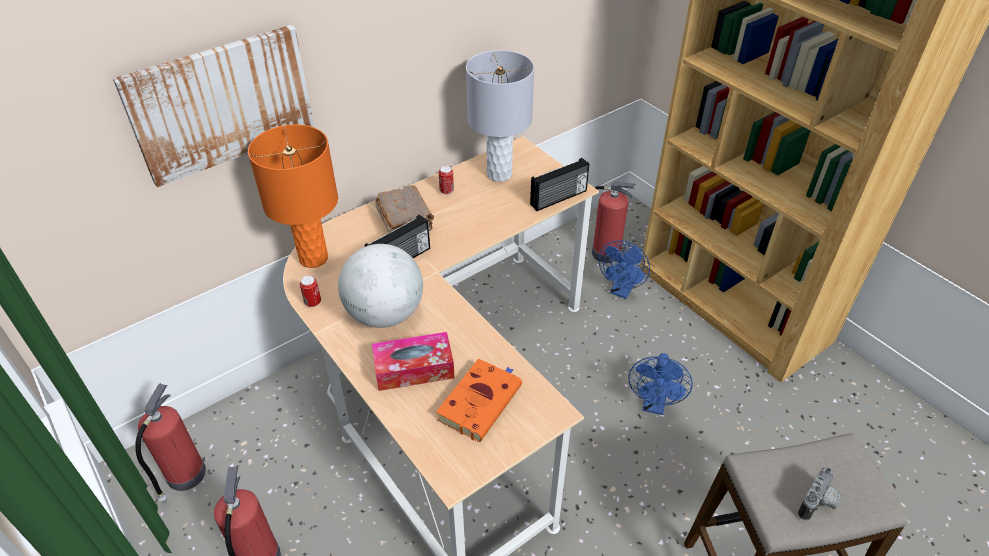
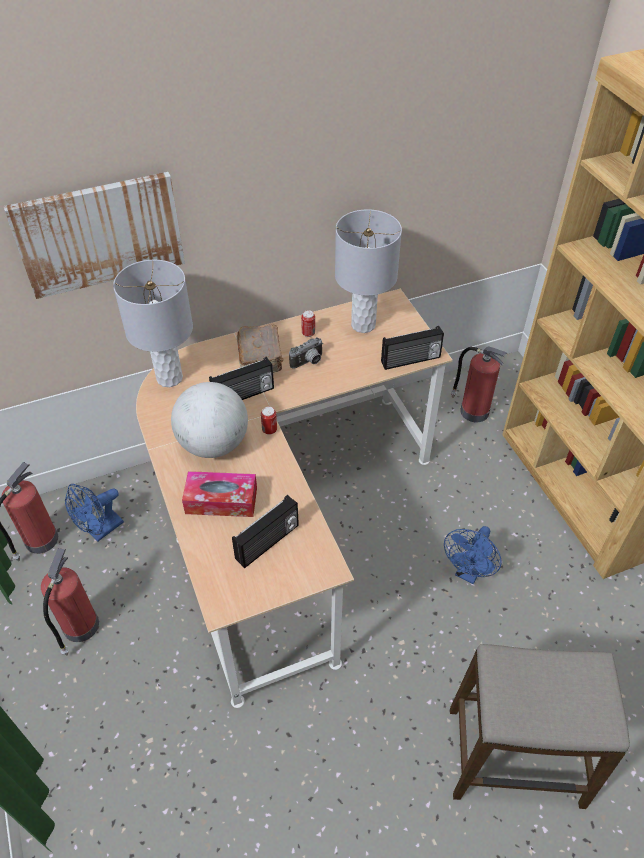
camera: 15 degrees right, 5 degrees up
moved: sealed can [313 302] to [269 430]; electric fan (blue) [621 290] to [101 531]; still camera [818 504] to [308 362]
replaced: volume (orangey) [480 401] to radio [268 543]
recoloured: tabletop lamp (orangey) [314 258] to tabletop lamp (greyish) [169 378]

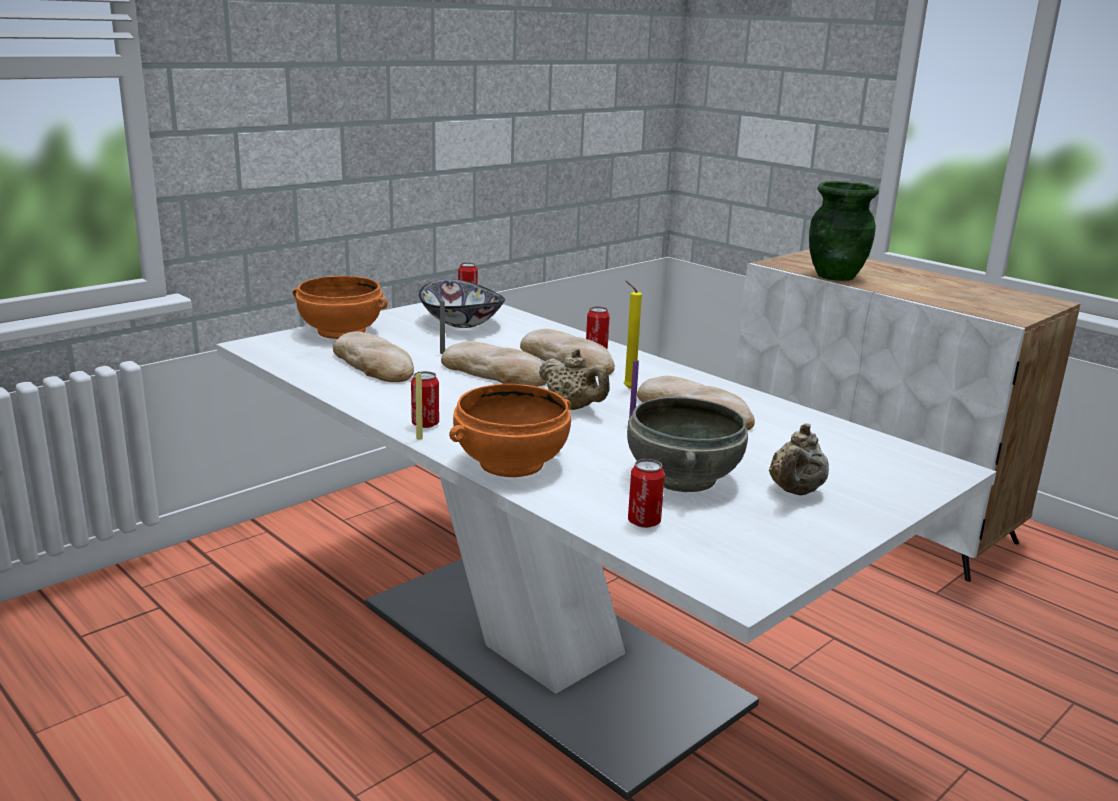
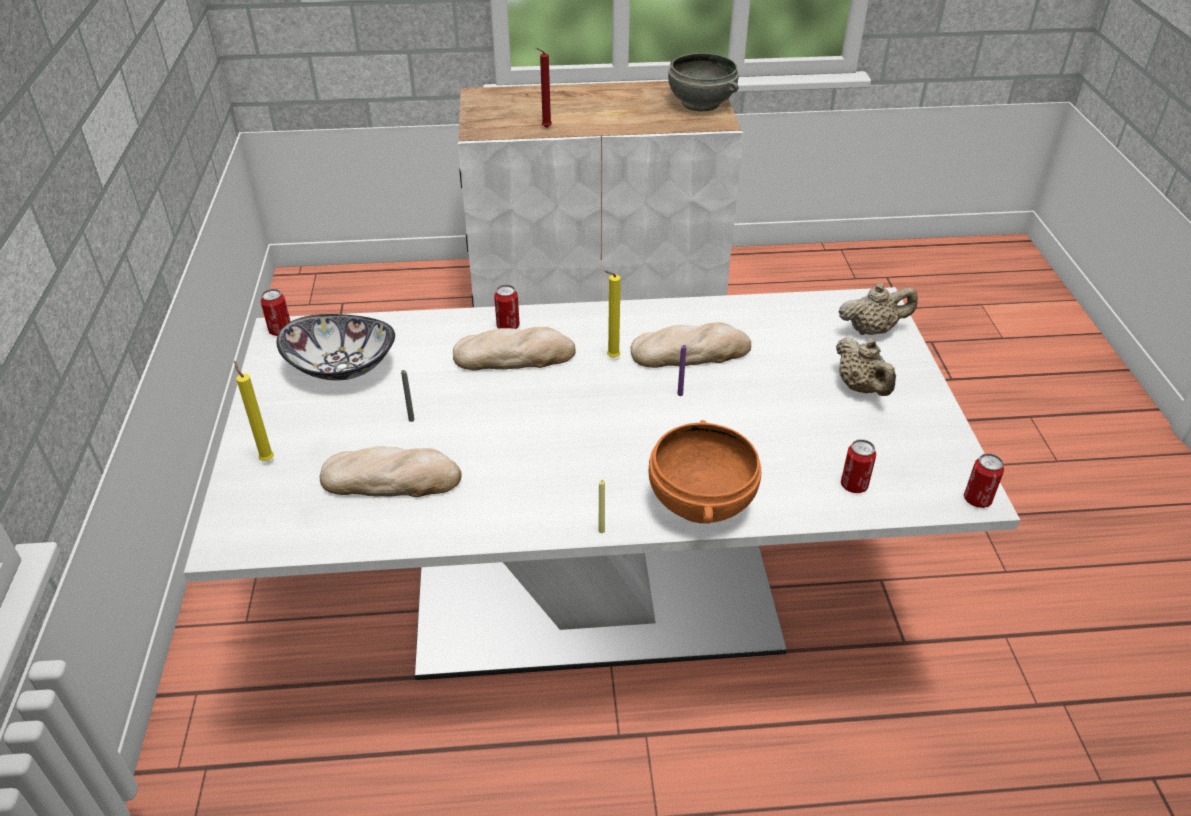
camera: 50 degrees left, 20 degrees up
removed: bread [495 372]
moved: sealed can [425 424] to [977 499]; tea pot (beige) [573 407] to [872 330]; bowl (greyish) [681 478] to [700 103]
replaced: bowl (orangey) [342 331] to candle (yellowish) [266 459]; flower vase (green) [835 276] to candle (red) [545 128]

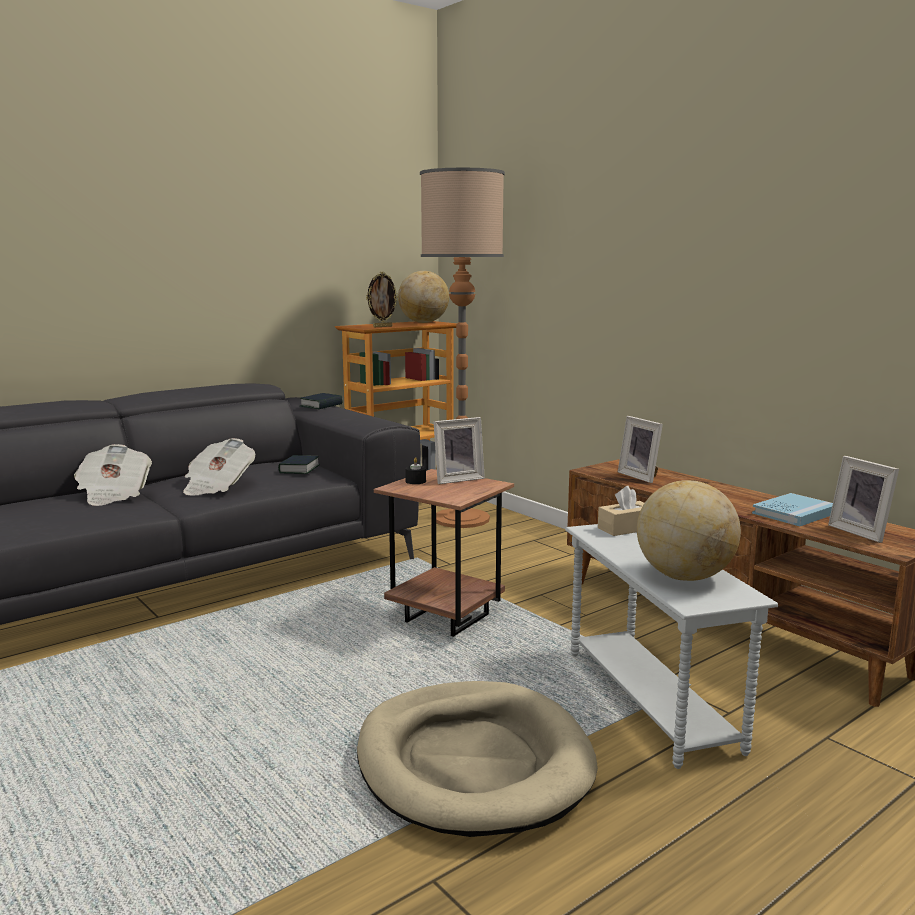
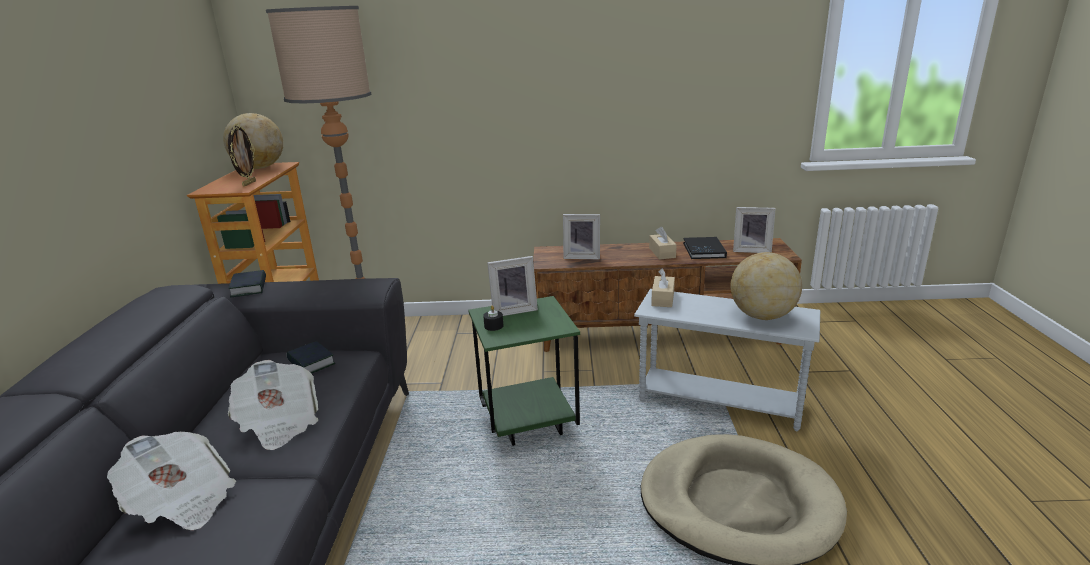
camera: 50 degrees left, 10 degrees up
added: tissue holder (beige) [662 253]
recoloured: end table (brownish) [447 618] to end table (green) [529 424]; volume (blue) [794 513] to volume (blackish) [704 250]
turned: standing frame [457 479] = [513 310] 60 degrees clockwise

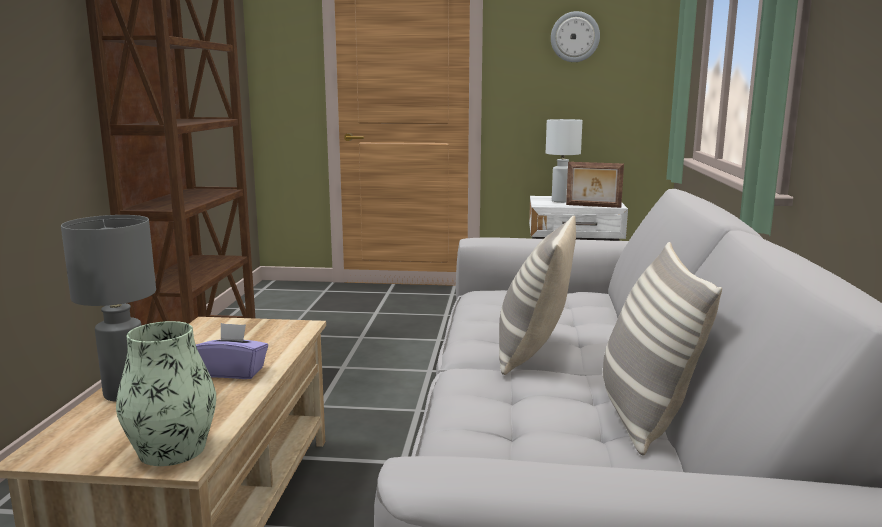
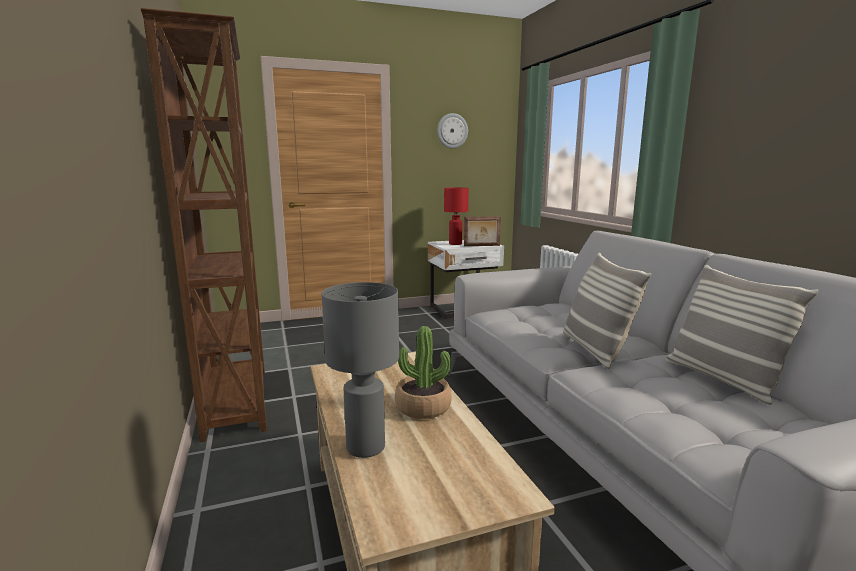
camera: 25 degrees left, 0 degrees up
removed: flower vase [172 449]
replaced: tissue holder (purple) [233 372] to houseplant [423 407]
recoloured: tabletop lamp (whitish) [560 201] to tabletop lamp (red) [455 244]

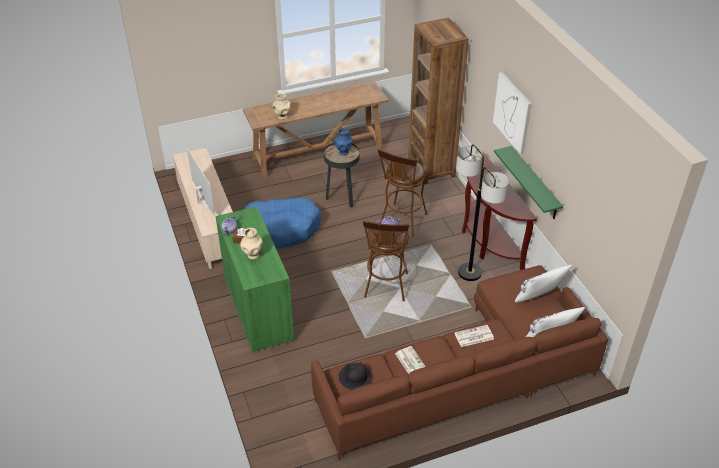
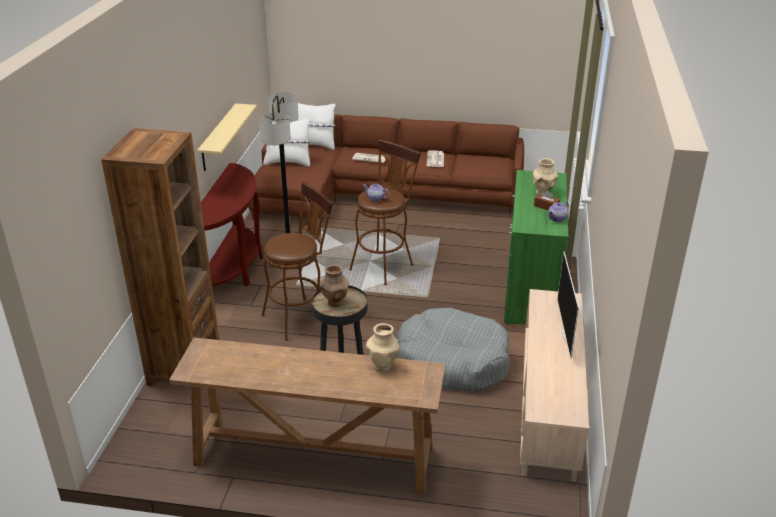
camera: 150 degrees left, 10 degrees down
removed: wearable hat (blackish) [355 377]; wall art [512 112]
recoloured: pet bed (blue) [281 229] to pet bed (greyish) [452 361]; flower vase (blue) [343 152] to flower vase (brownish) [335 302]; shelf (green) [534 183] to shelf (beige) [218 137]

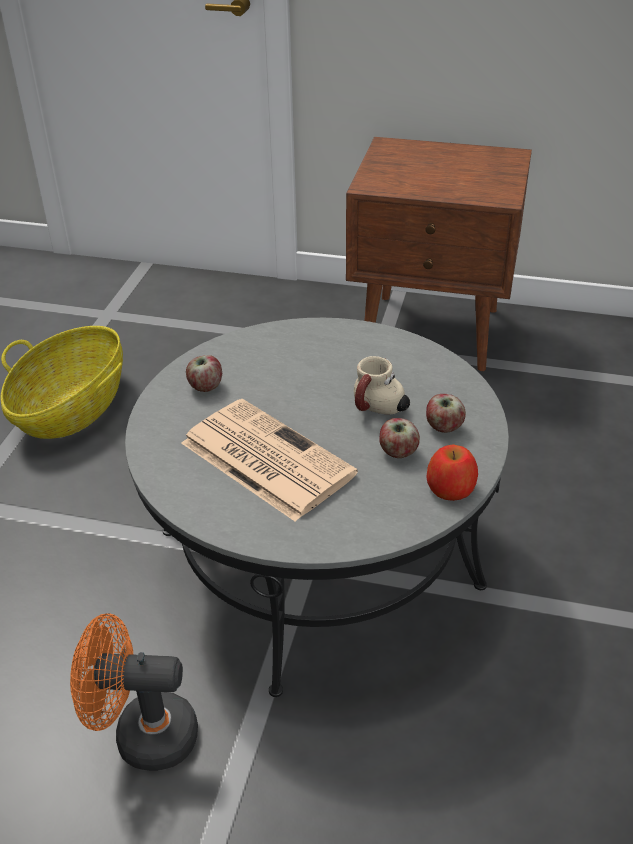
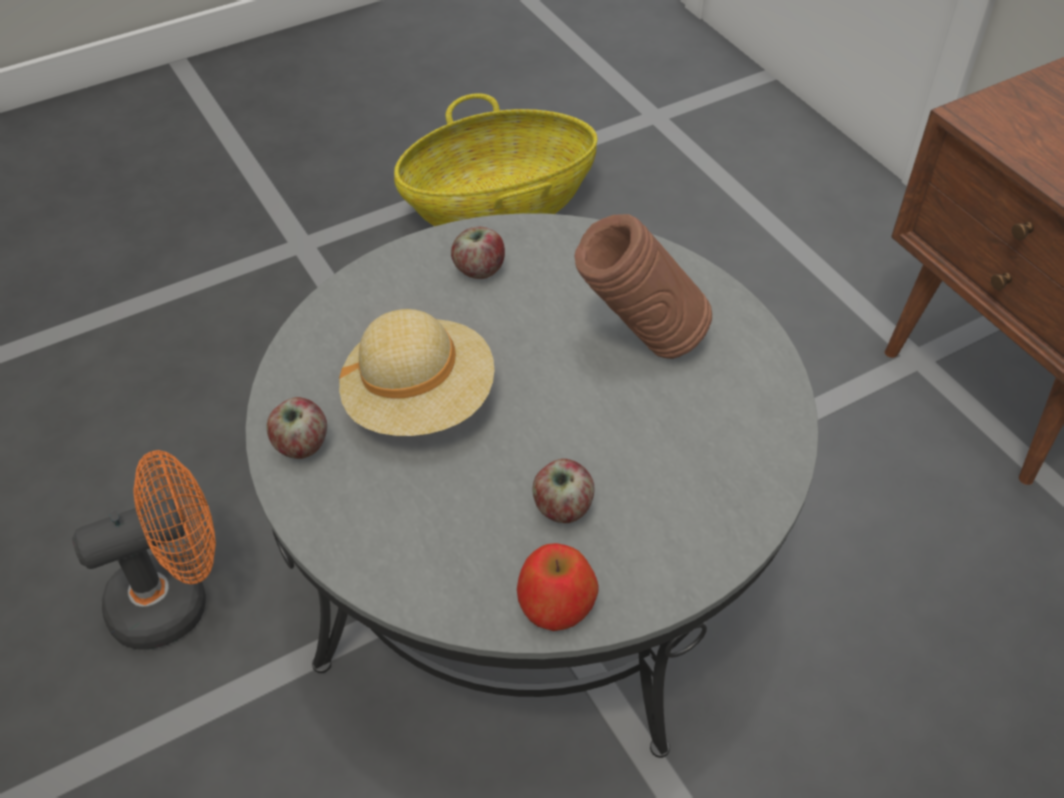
camera: 45 degrees right, 10 degrees up
removed: mug [378 409]
added: flower vase (brownish) [639 342]
moved: whole apple [443 427] to [301 446]
replaced: printed paper [264 458] to wearable hat (beige) [419 401]
turned: electric fan (orangey) [143 735] = [175 599] 105 degrees clockwise

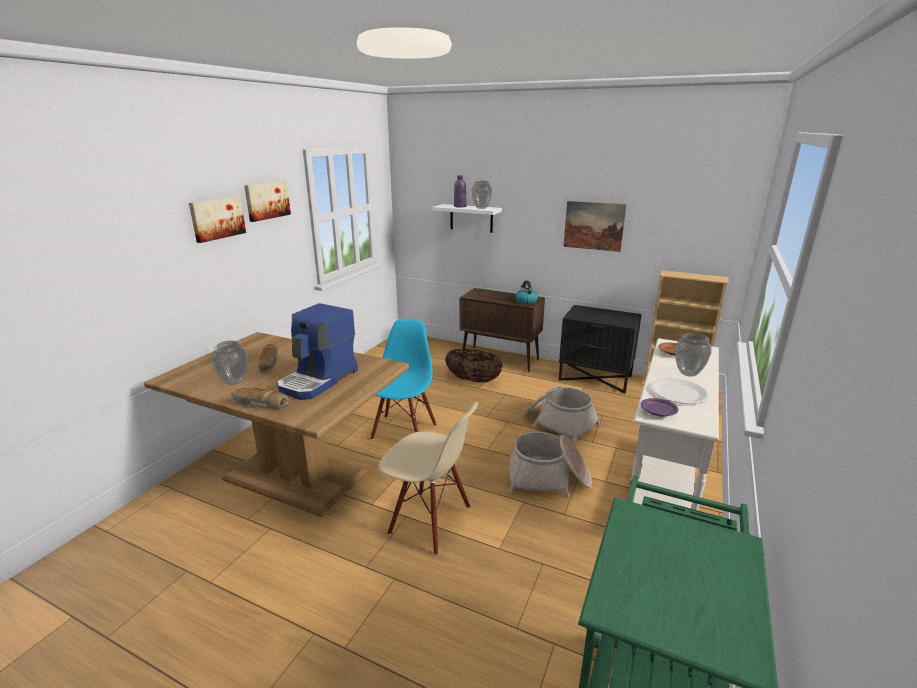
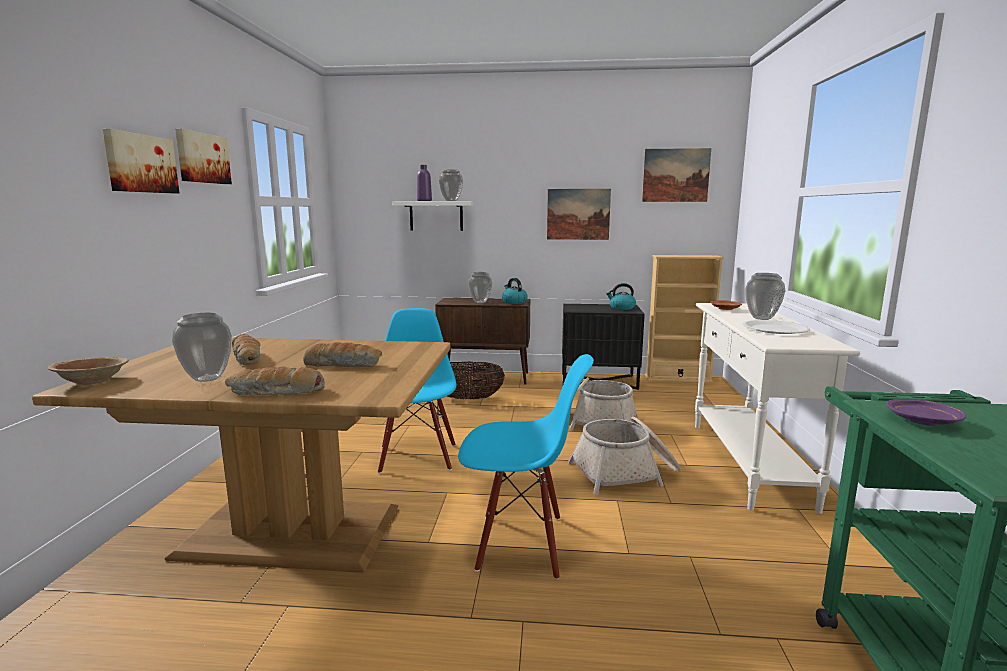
camera: 20 degrees left, 10 degrees down
added: bowl (brownish) [92 381]; flower vase [480 302]; tea kettle [621 308]; wall art [675 175]
moved: flat dish (purple) [658 412] to [923 421]
replaced: coffee machine [319 380] to bread [343 364]
recoloured: plain chair (beige) [430 521] to plain chair (blue) [521 543]

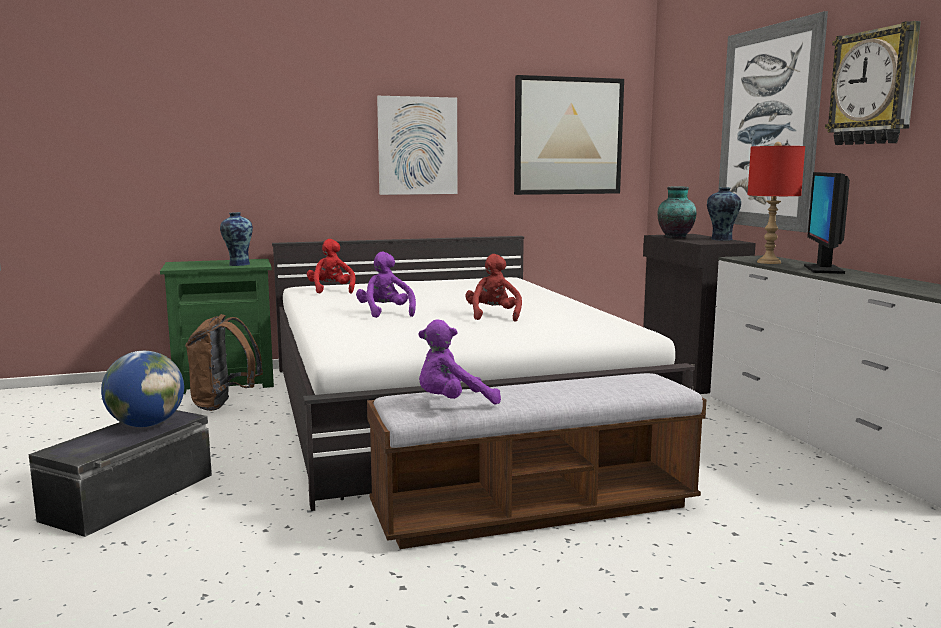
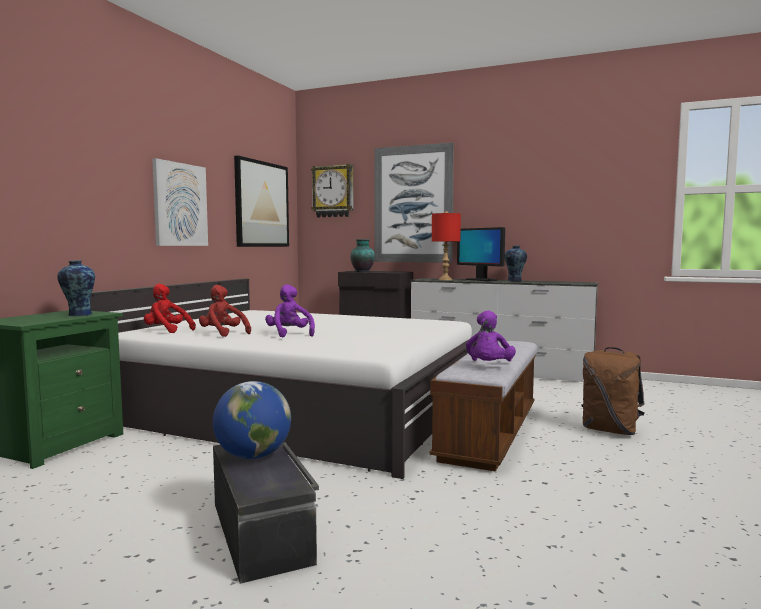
camera: 50 degrees left, 5 degrees down
moved: backpack (brownish) [224 405] to [610 430]; soft toy (red) [493 316] to [223 334]; flower vase [721 239] to [515 281]; clock on the wall [874 87] to [333 191]
turned: soft toy (purple) [385 313] = [289 334] 45 degrees clockwise

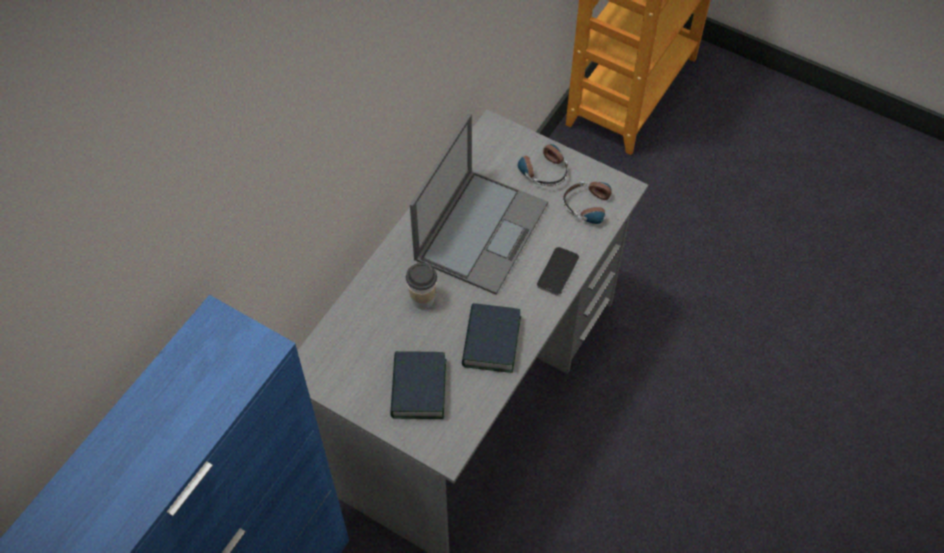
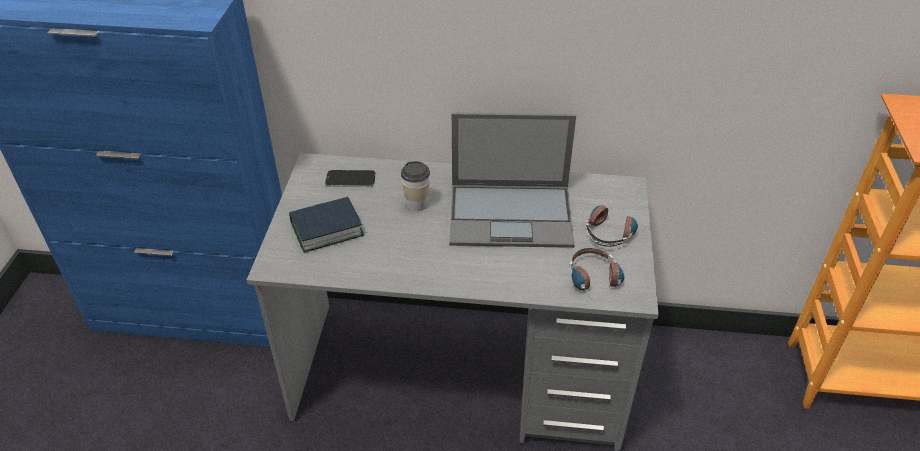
camera: 65 degrees right, 15 degrees down
removed: volume [491 342]
moved: handset [557 272] to [350 179]

